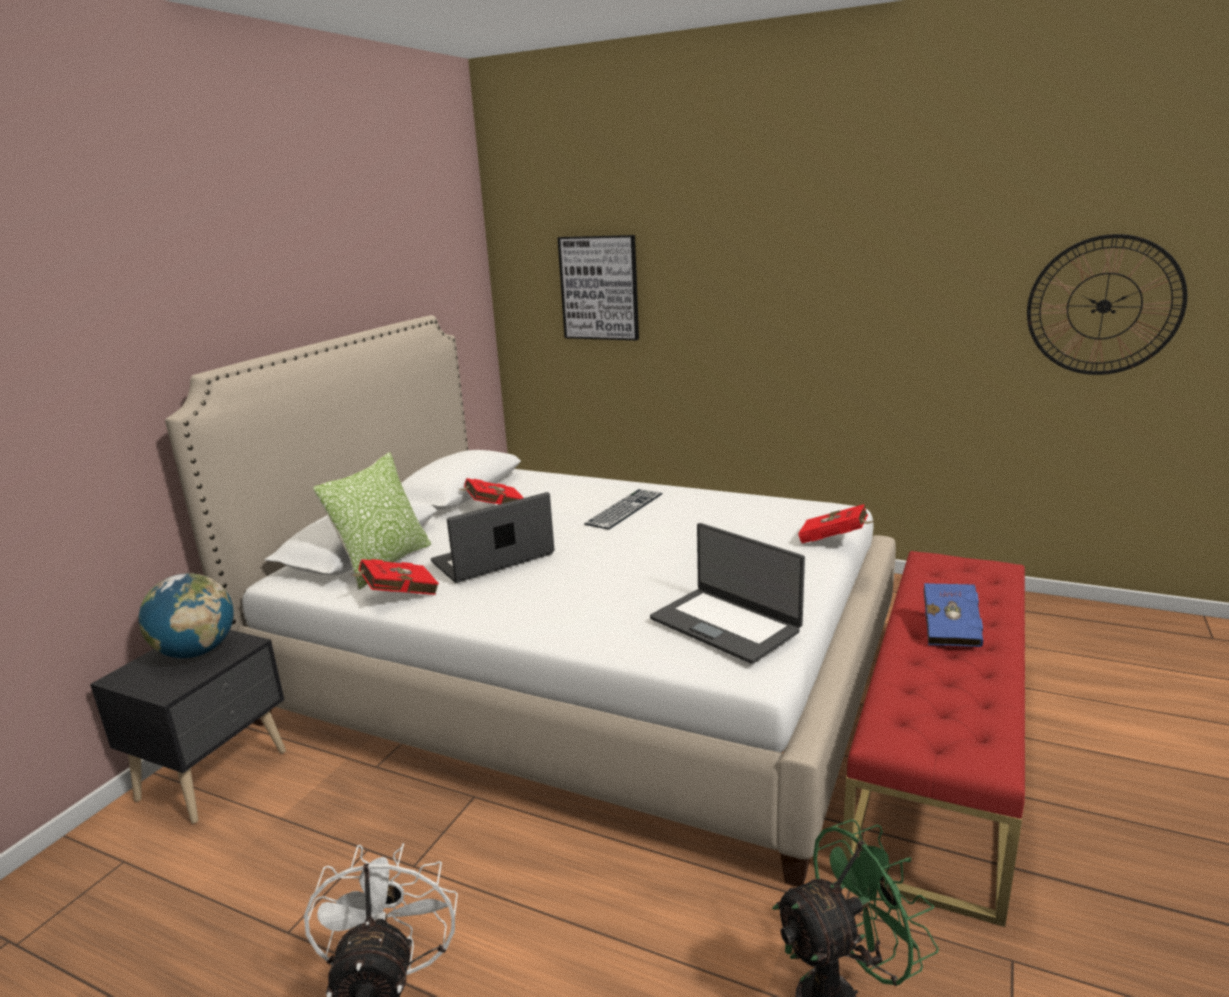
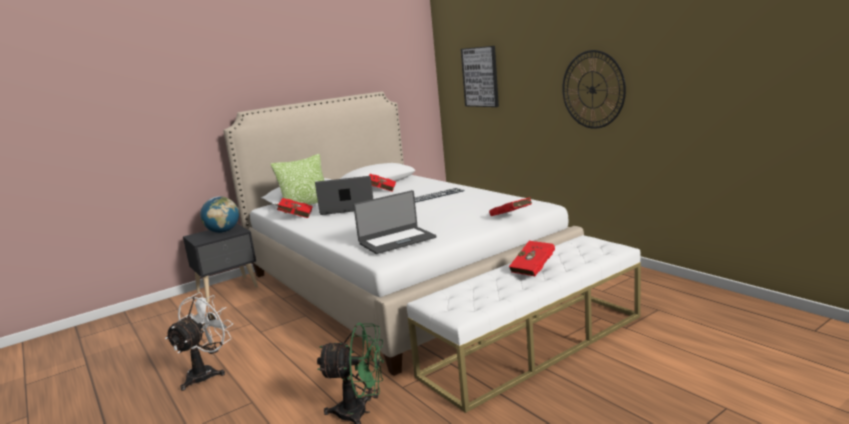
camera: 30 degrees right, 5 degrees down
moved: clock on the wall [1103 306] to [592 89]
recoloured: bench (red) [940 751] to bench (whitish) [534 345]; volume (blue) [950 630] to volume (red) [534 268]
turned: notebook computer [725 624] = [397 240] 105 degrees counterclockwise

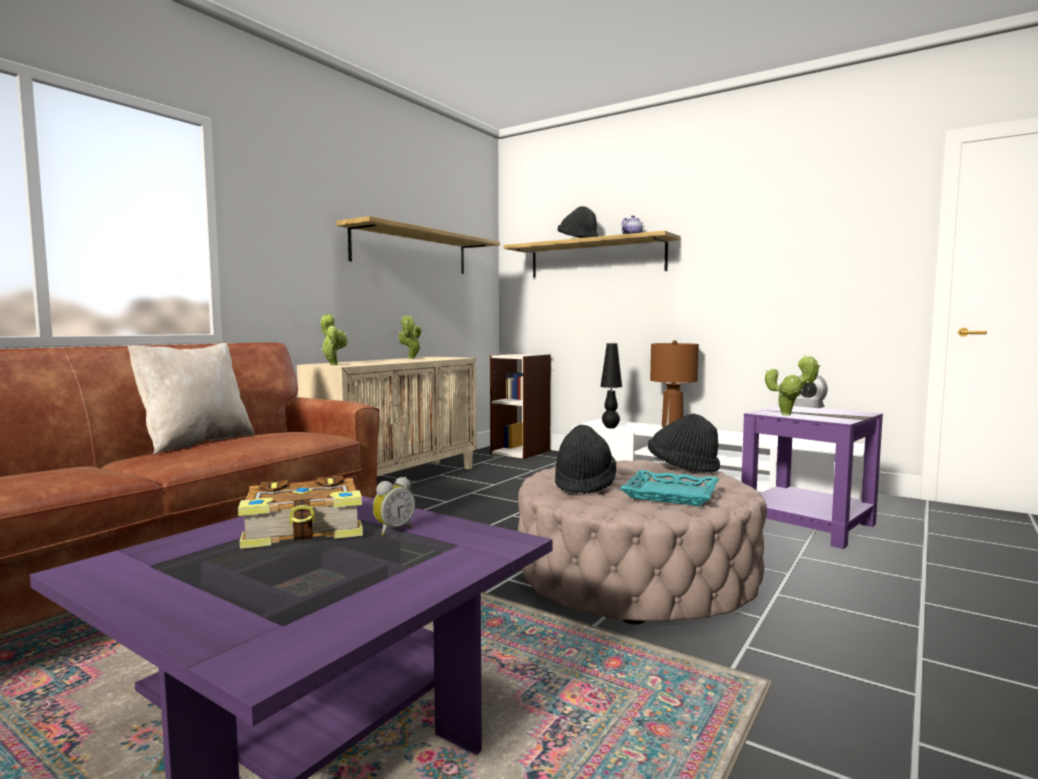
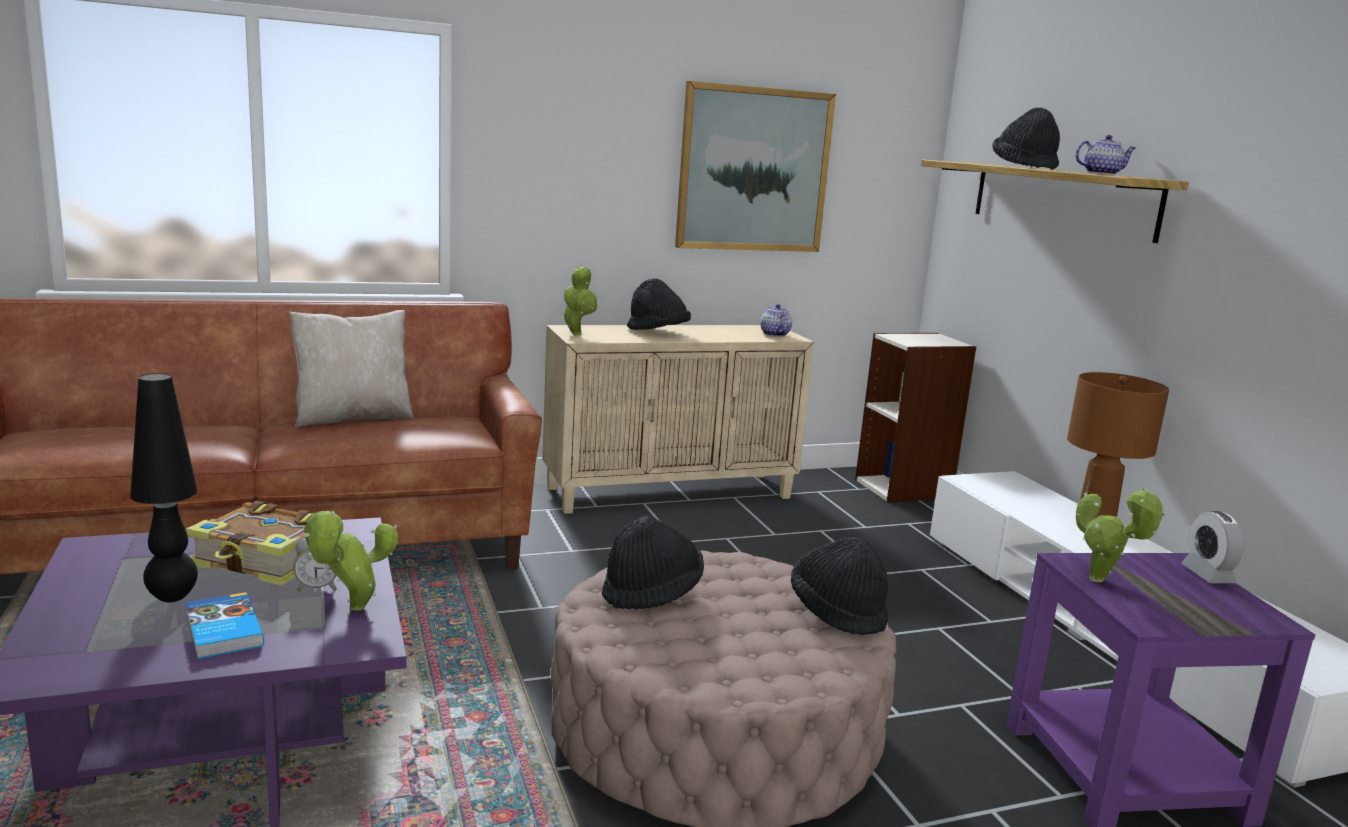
camera: 35 degrees right, 10 degrees up
removed: tray (turquoise) [670 494]
added: volume [222 631]; wearable hat (blackish) [657 332]; tea pot [774 334]
moved: houseplant [411 358] to [352 609]; tabletop lamp (blackish) [610 427] to [172 597]
replaced: shelf [411 251] to wall art [754 170]

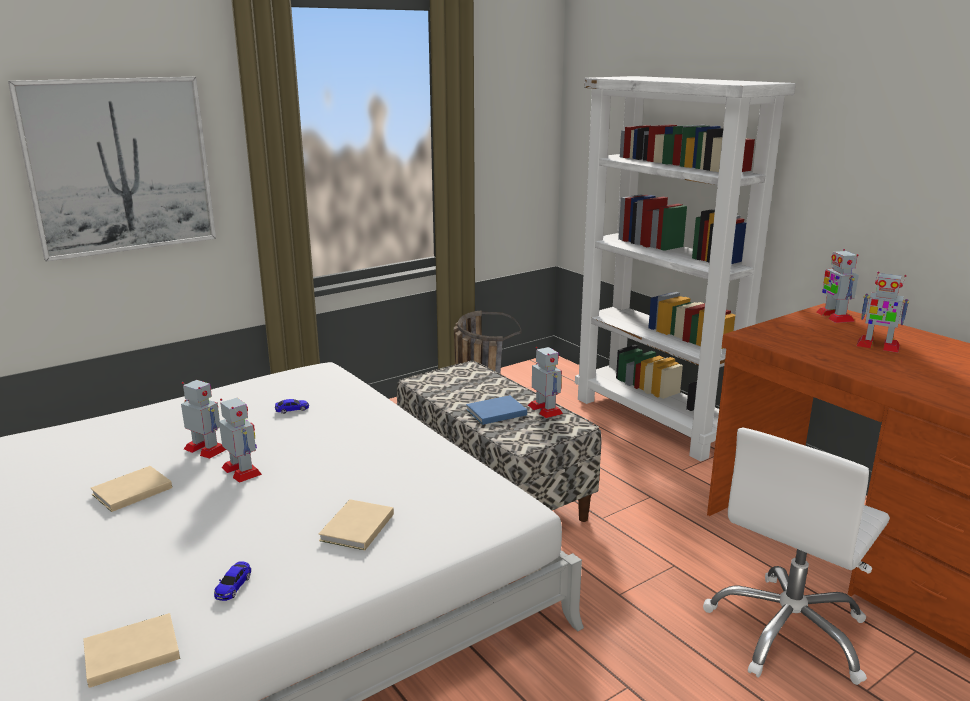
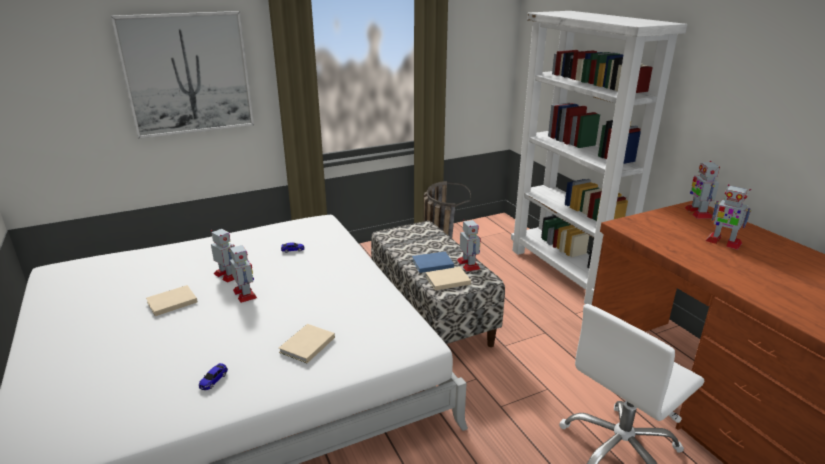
camera: 10 degrees right, 5 degrees up
moved: volume (beige) [129 652] to [446 280]

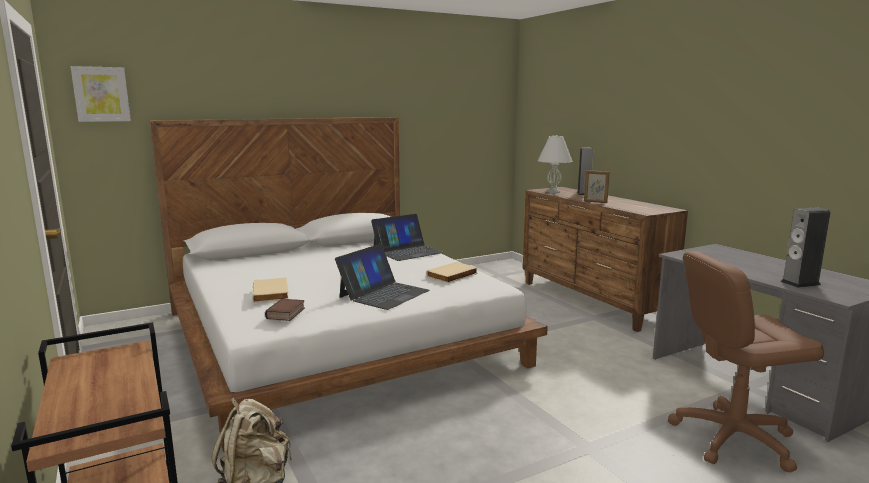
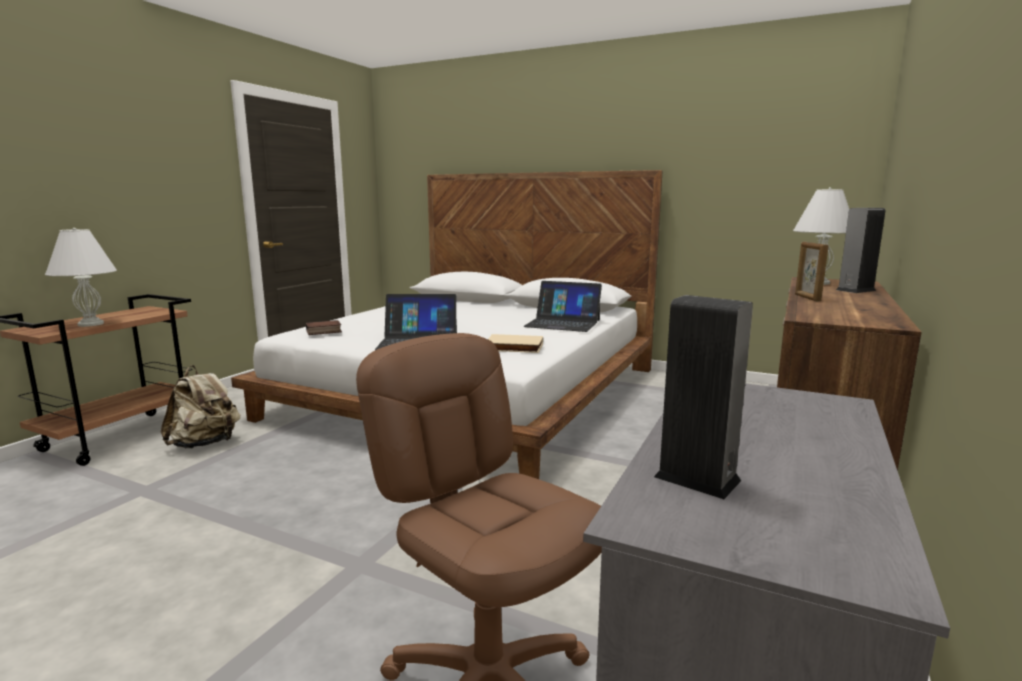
camera: 55 degrees right, 0 degrees up
removed: wall art [101 94]; volume (beige) [272 293]
added: tabletop lamp (whitish) [91 324]

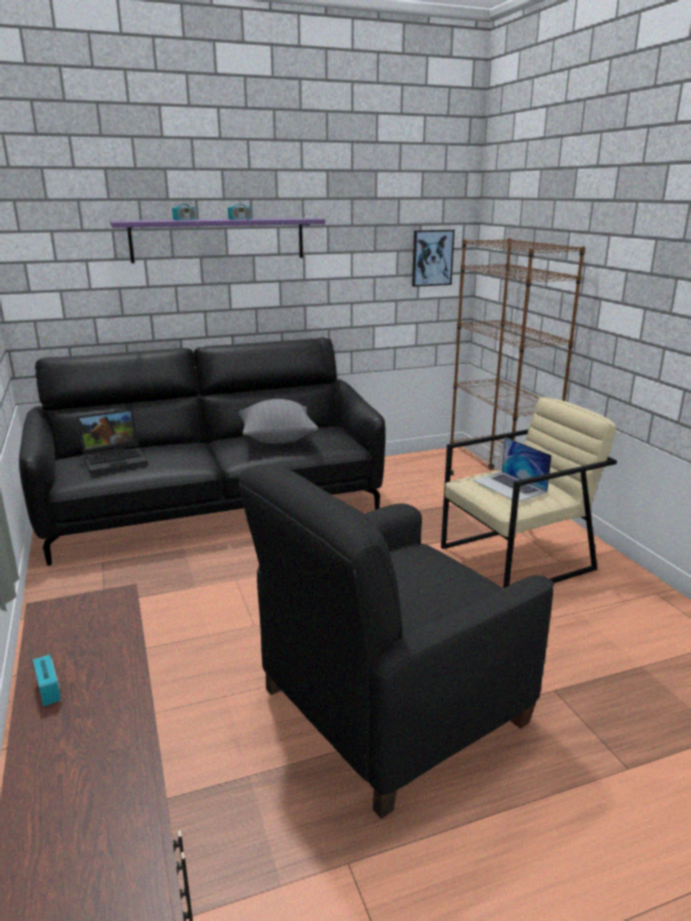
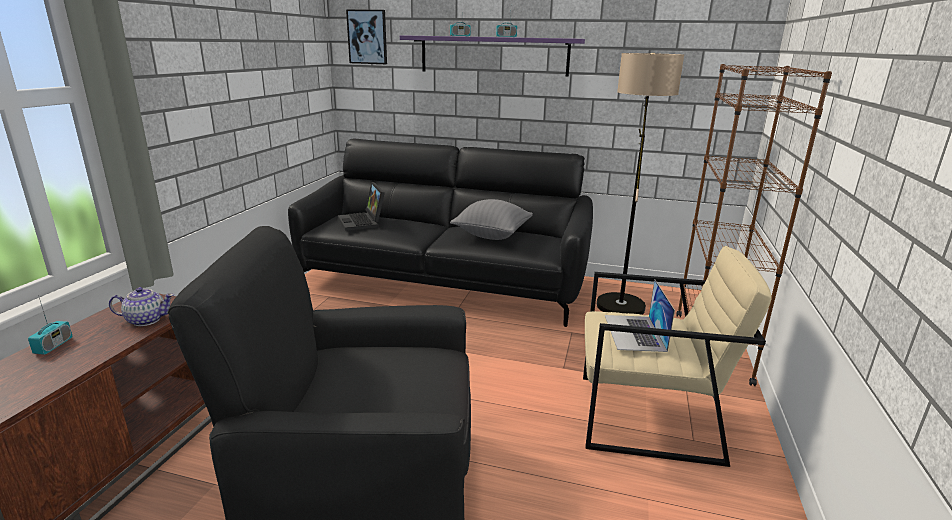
camera: 35 degrees right, 0 degrees up
added: tea pot [146 320]; standard lamp [621 298]
moved: wall art [432 258] to [367 37]
turned: notebook computer [116 459] = [363 222] 60 degrees clockwise

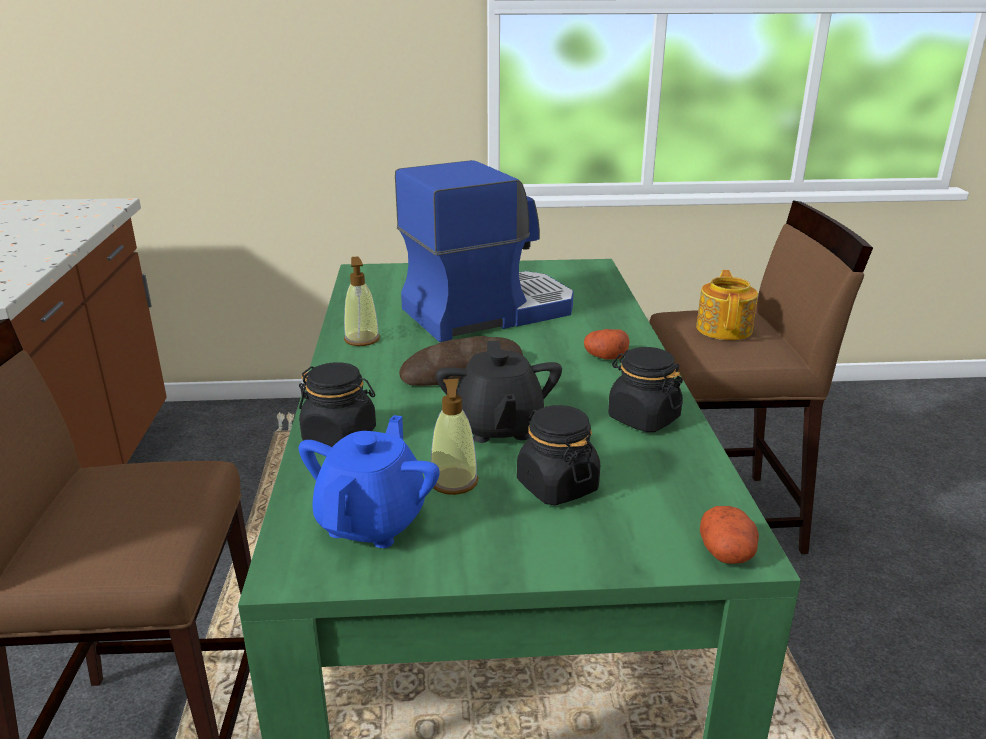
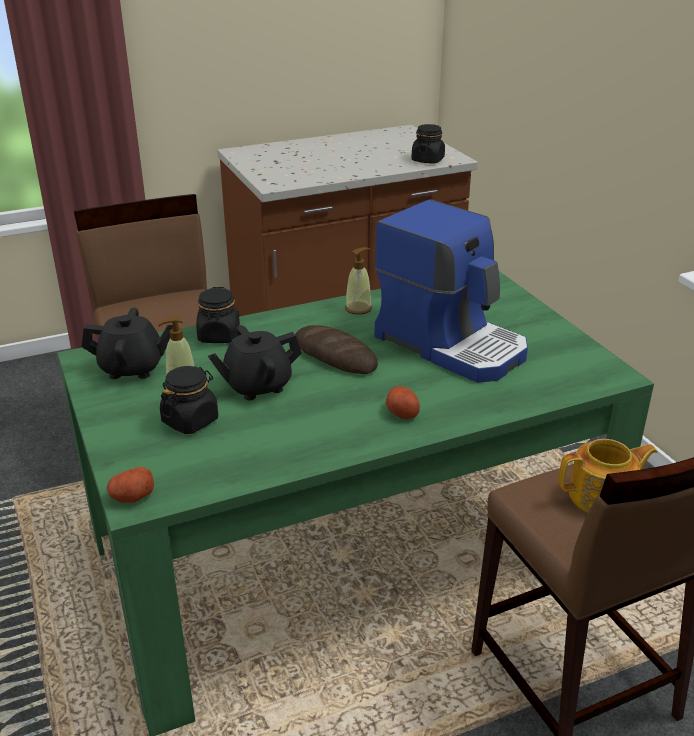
camera: 70 degrees right, 5 degrees up
moved: storage jar (blackish) [643 418] to [427 160]
recoloured: tea pot (blue) [372 521] to tea pot (blackish) [132 368]

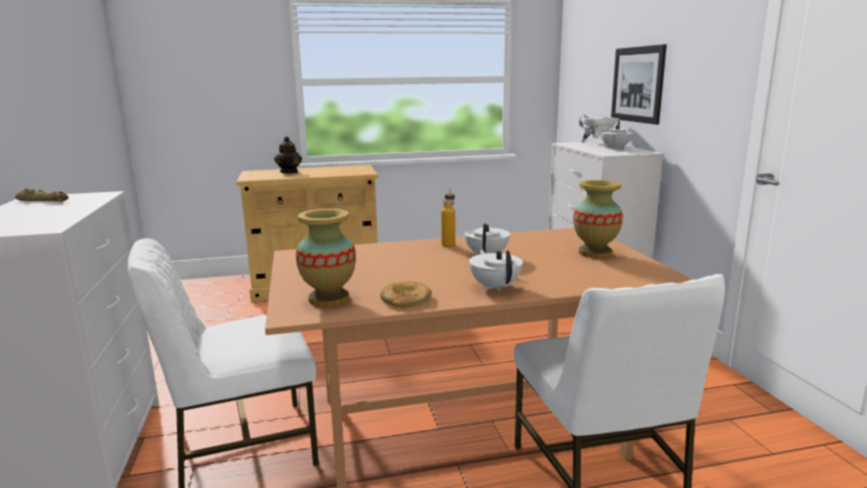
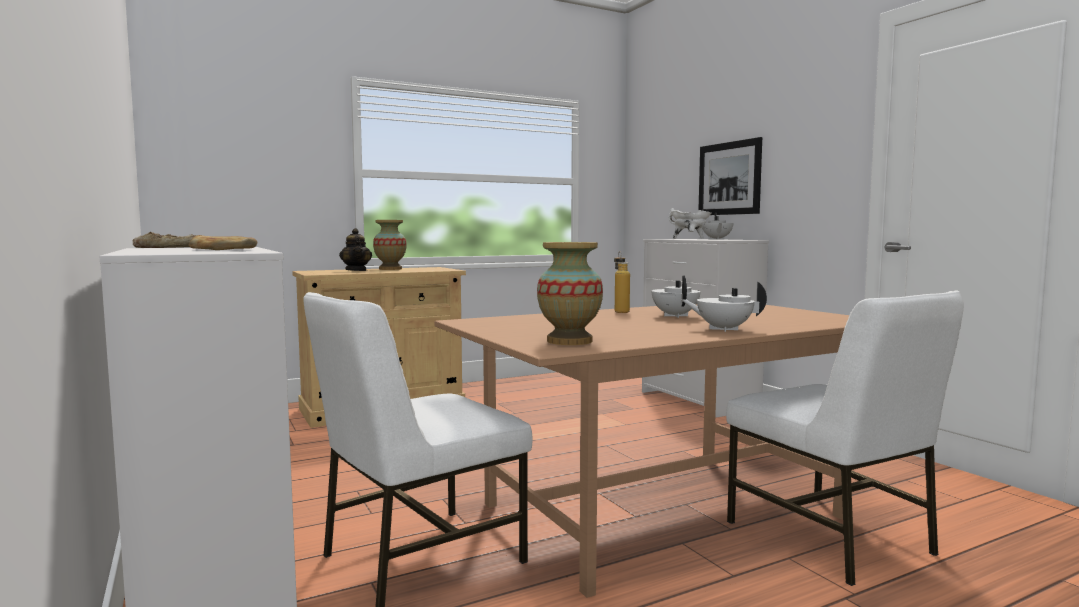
camera: 15 degrees left, 10 degrees down
moved: bread [406 298] to [223 249]; flower vase [595 253] to [390 269]
turned: tea pot (whitish) [495 287] = [723 329] 45 degrees counterclockwise

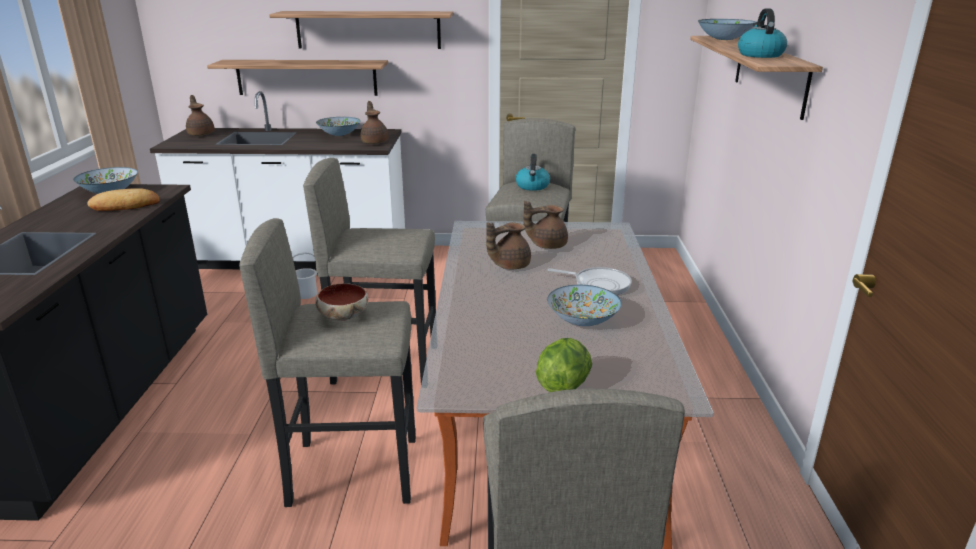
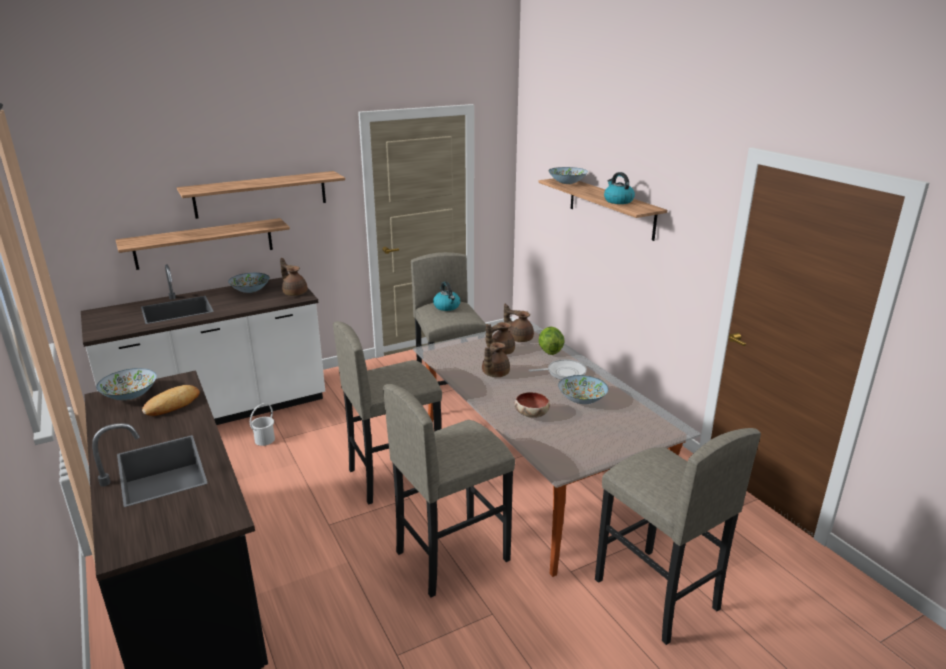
camera: 30 degrees left, 0 degrees up
moved: tea pot (brownish) [201 134] to [519 338]; bowl [342 316] to [531 414]; lettuce head [563 385] to [550 351]

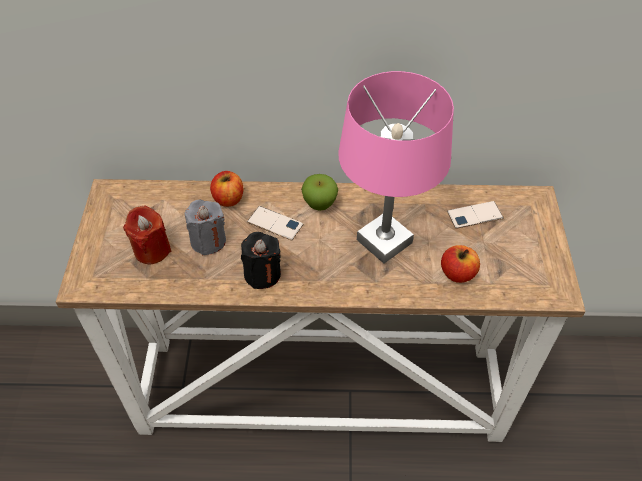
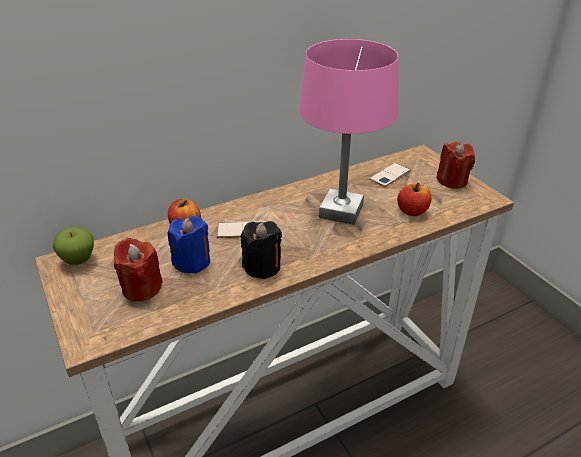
camera: 30 degrees left, 15 degrees down
added: candle (red) [452 180]
moved: whole apple [319 204] to [78 260]
recoloured: candle (greyish) [208 241] to candle (blue) [192 262]

